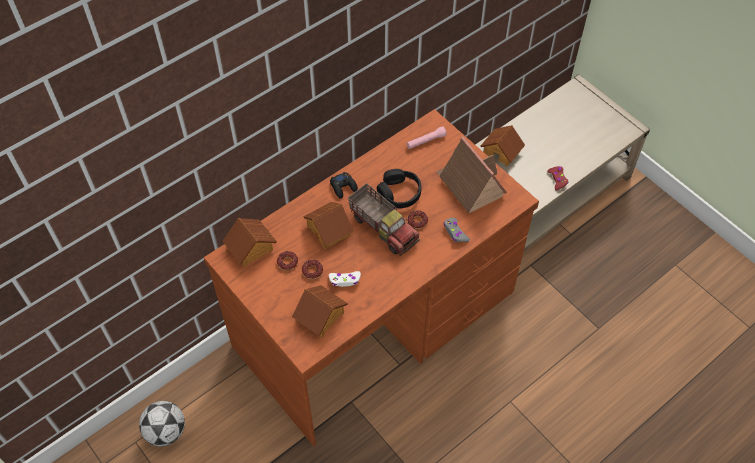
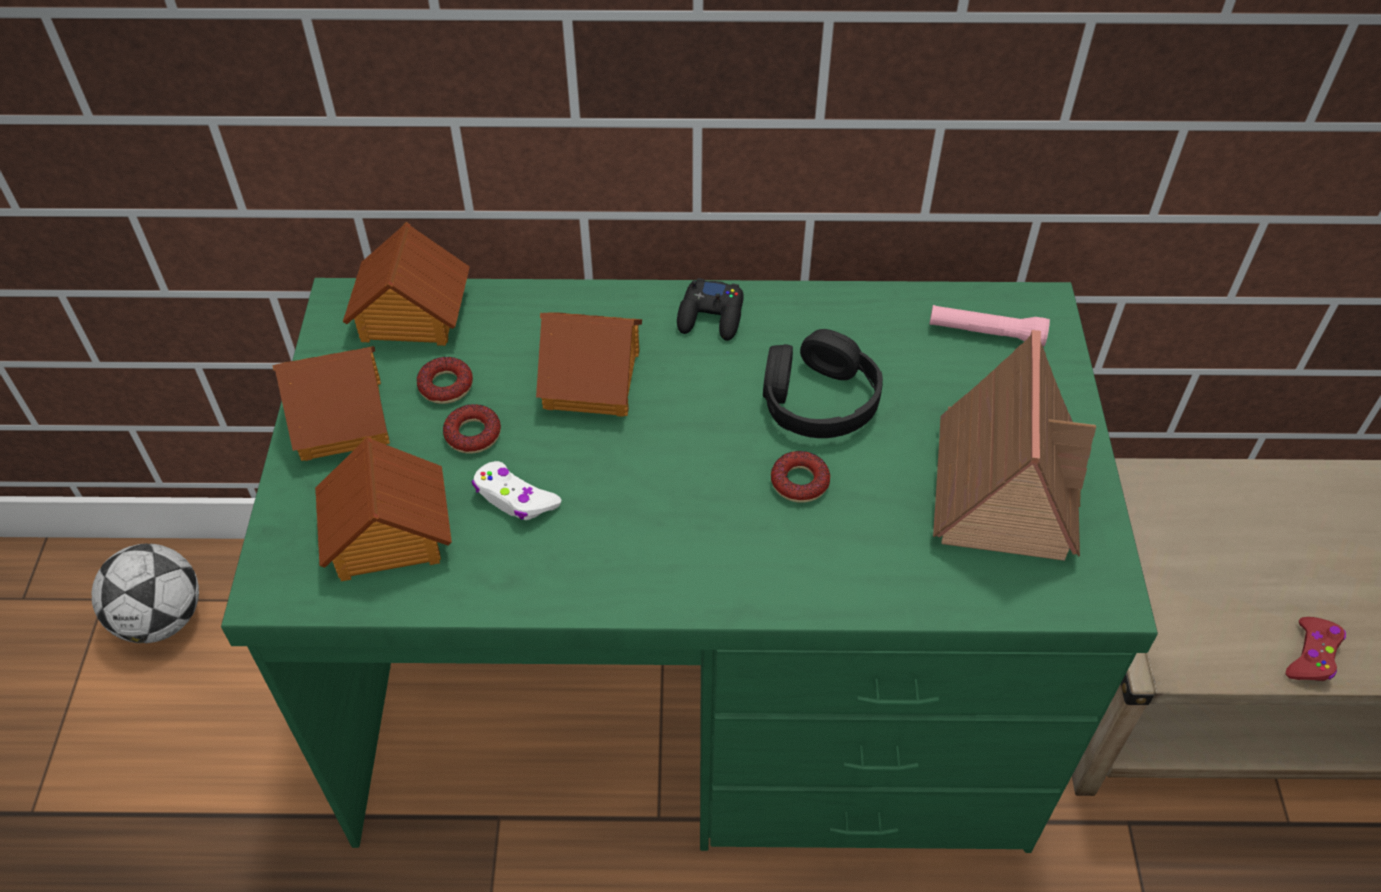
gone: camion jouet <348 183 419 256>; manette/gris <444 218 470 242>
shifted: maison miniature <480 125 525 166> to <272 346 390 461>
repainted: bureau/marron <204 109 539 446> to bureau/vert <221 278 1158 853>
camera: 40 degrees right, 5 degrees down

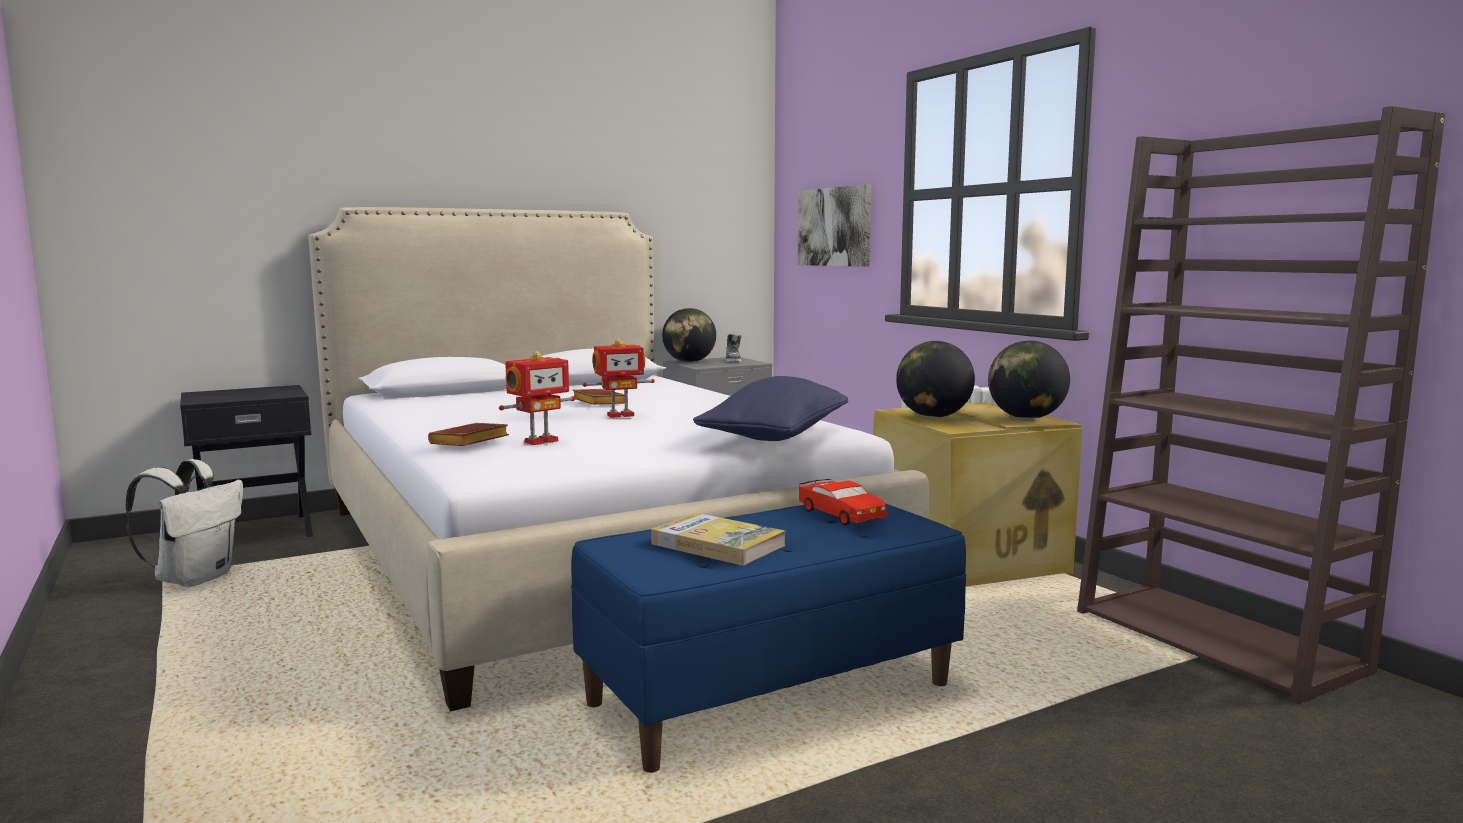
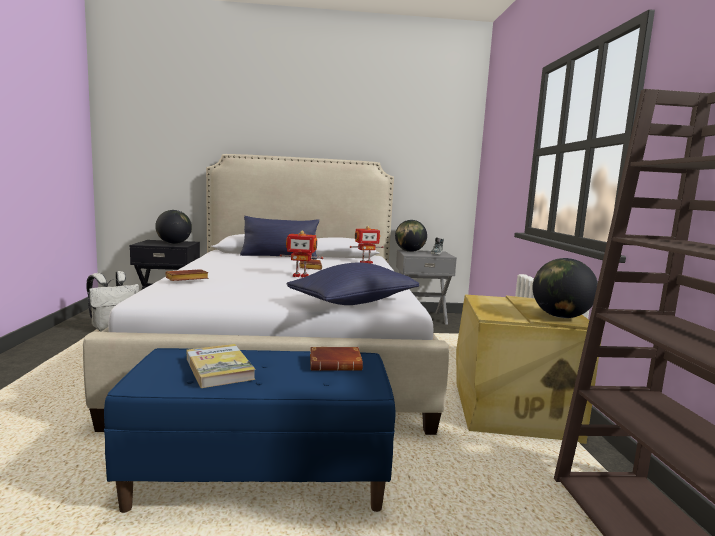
gone: tableau <798 184 871 267>
new: coussin/bleu <240 216 319 259>
shifted: globe <896 341 975 418> to <155 210 192 244>; robot jouet <499 351 575 445> to <350 226 383 264>
swapped: petite voiture/rouge <799 479 888 525> to livre/marron <310 347 363 371>
camera: 25 degrees right, 0 degrees up

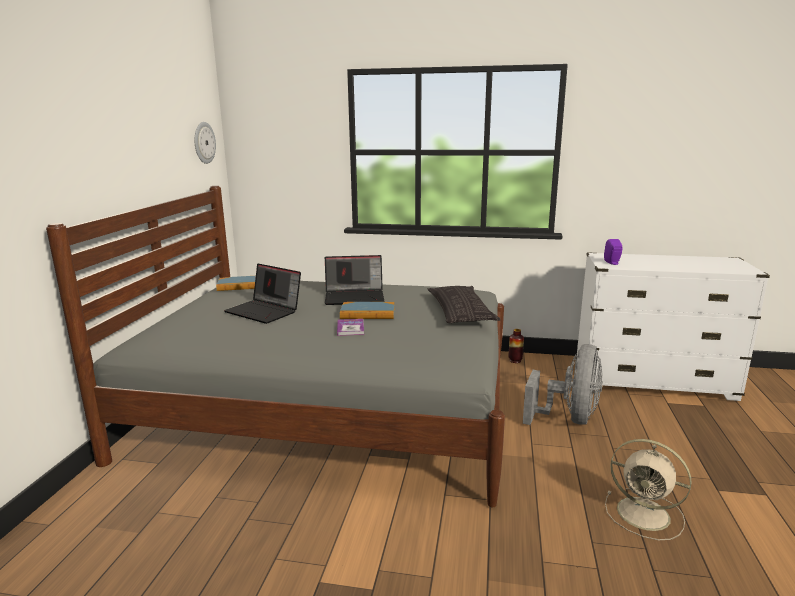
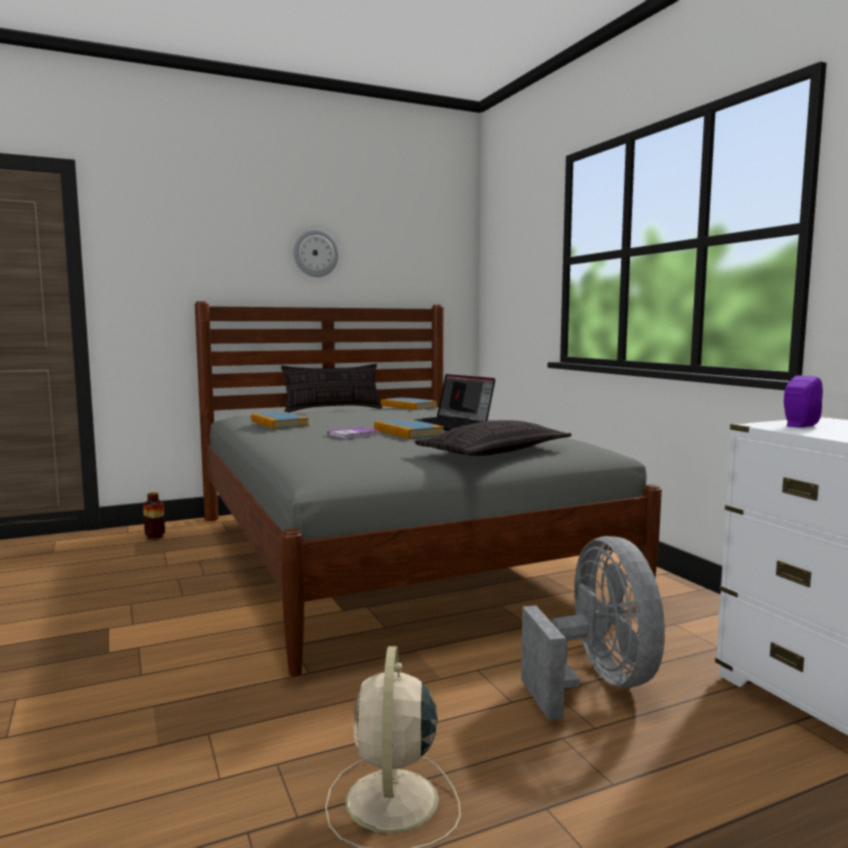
gone: ordinateur portable <224 264 301 324>
new: coussin <281 363 382 413>; livre <251 412 309 429>
shifted: horloge murale <195 122 216 164> to <294 230 339 277>; vase <509 329 524 363> to <143 492 165 540>
rotated: ventilateur/gris <523 344 603 425> = <521 536 665 720> 90 degrees counterclockwise
camera: 55 degrees right, 10 degrees down

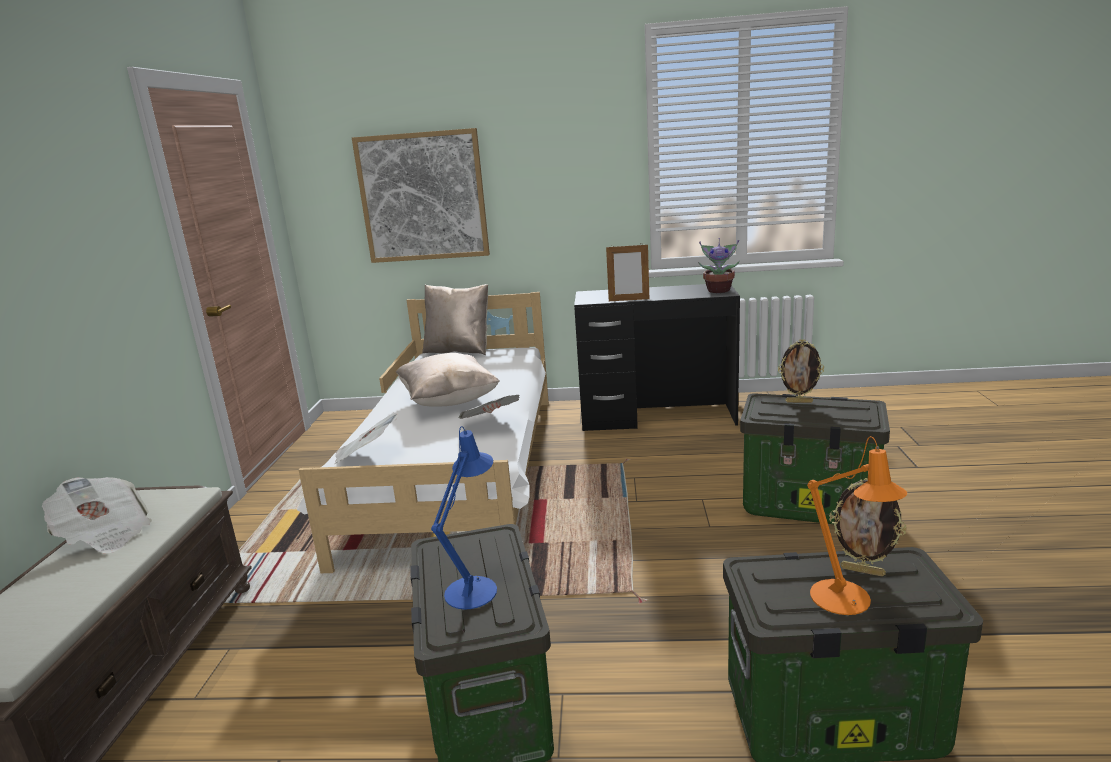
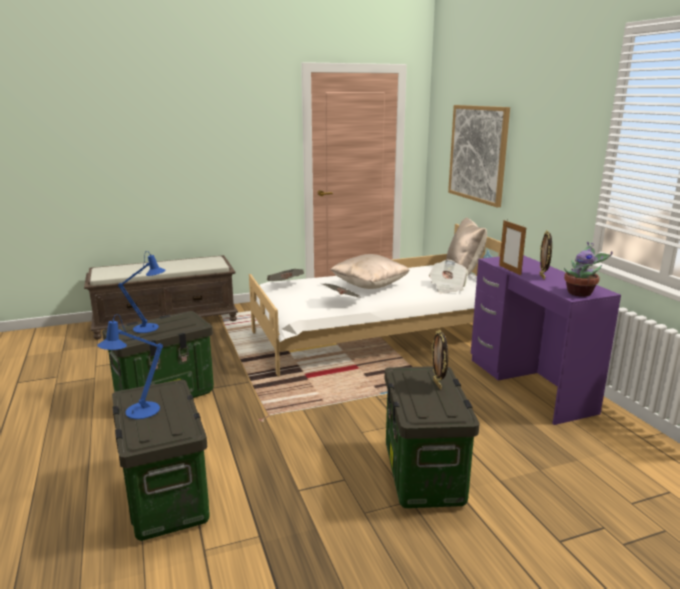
shifted: journal <42 477 152 554> to <429 260 469 294>; cadre photo <829 478 906 577> to <539 230 552 280>
repainted: bureau/noir <574 284 740 431> to bureau/violet <471 255 621 425>; lampe de table/orange <807 436 907 615> to lampe de table/bleu <97 314 163 419>
camera: 65 degrees right, 0 degrees up

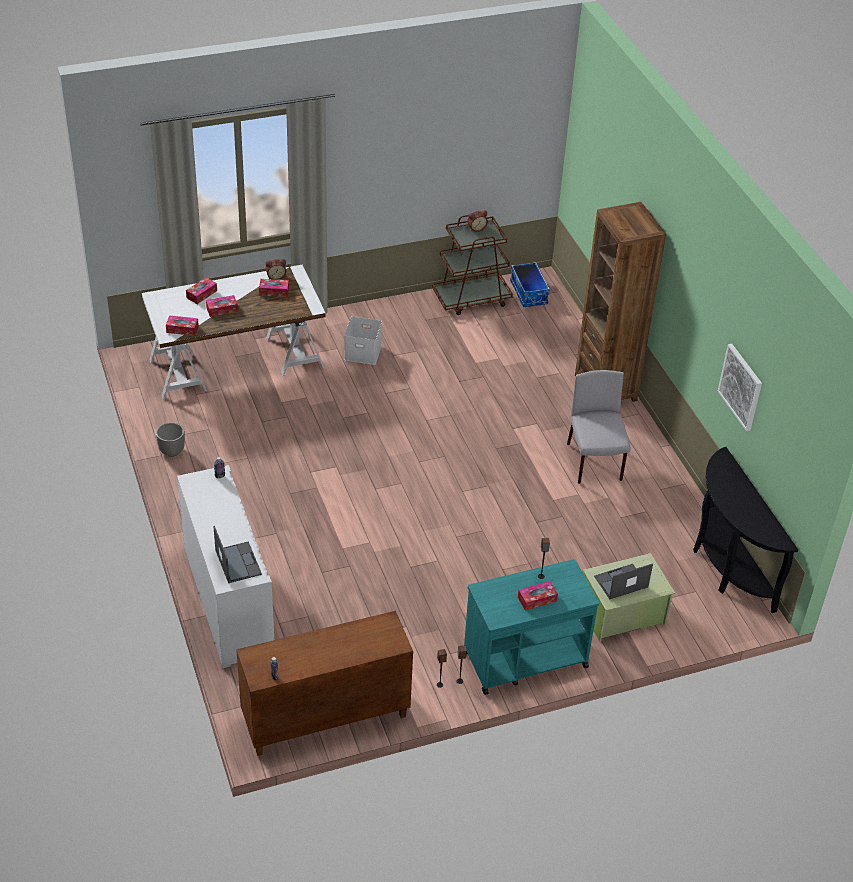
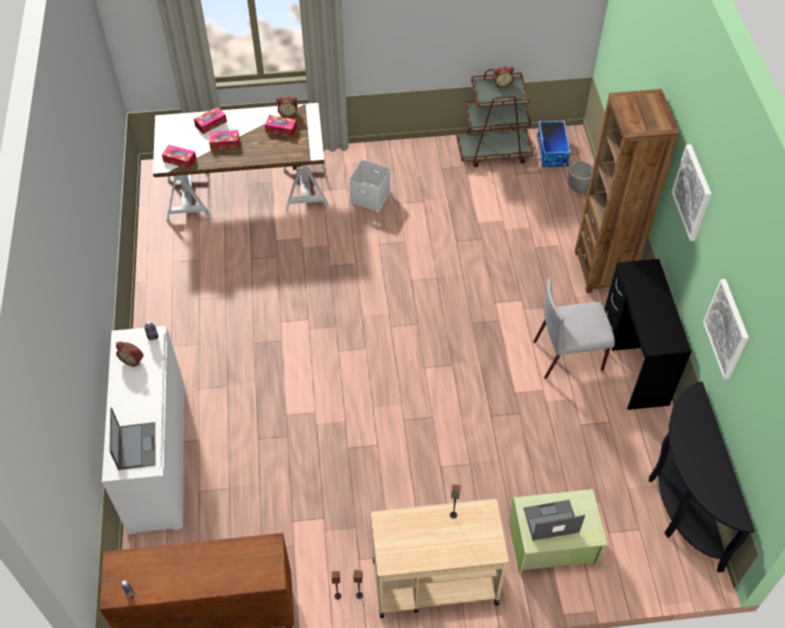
gone: boîte à mouchoirs <518 581 558 611>
new: tableau <672 144 712 241>; bureau/noir <604 259 692 410>; réveil <116 342 143 367>
shifted: cache-pot <156 422 185 457> to <568 161 593 193>
repainted: chariot/turquoise <464 559 599 695> to chariot/beige <371 499 509 618>
rotated: chaise/gris <567 370 631 484> = <533 279 615 379> 105 degrees counterclockwise
camera: 15 degrees right, 10 degrees up

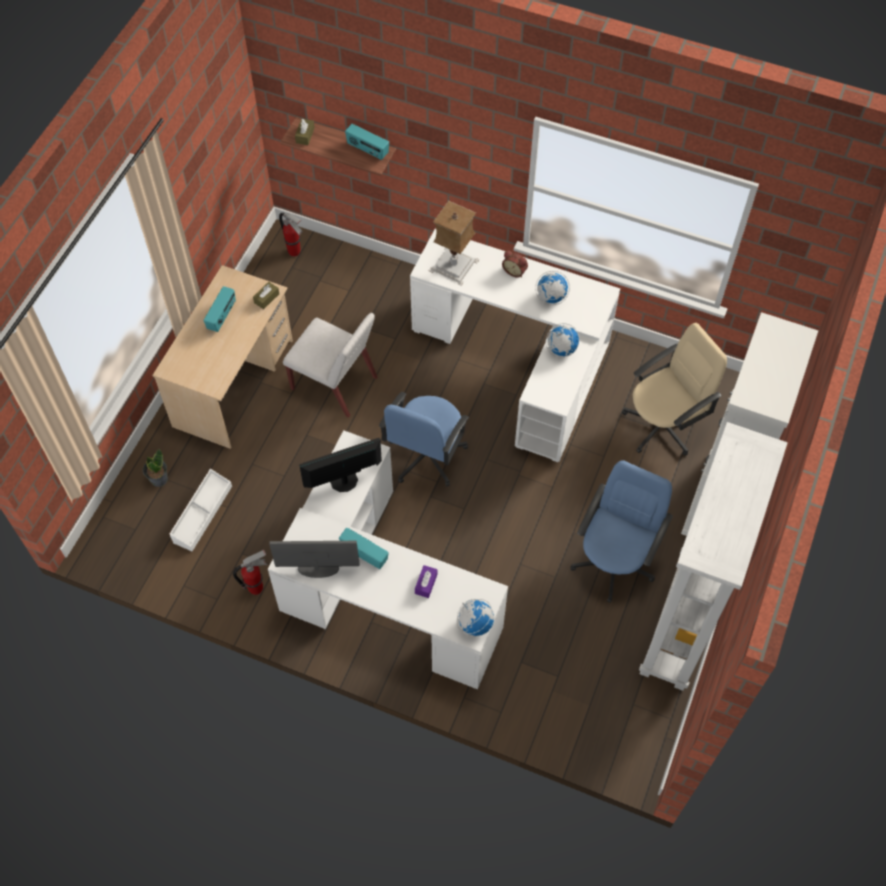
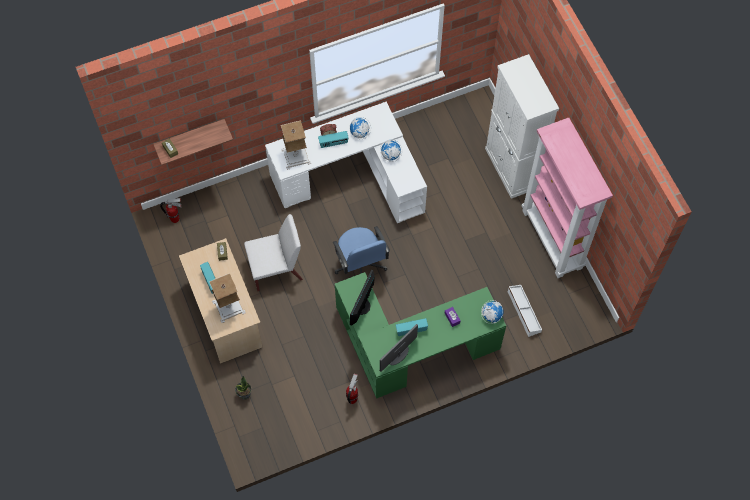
gone: chaise de bureau/beige <622 323 727 456>; chaise de bureau/bleu <570 460 673 603>
new: lampe de table <209 273 246 323>
shifted: radio <345 124 389 160> to <318 131 349 148>; boîte de rangement/blanc <169 469 232 552> to <508 285 542 337>
repainted: bibliothèque/blanc <639 422 788 691> to bibliothèque/rose <522 118 613 278>; bureau/blanc <268 430 508 689> to bureau/vert <335 272 506 399>
camera: 45 degrees left, 5 degrees up

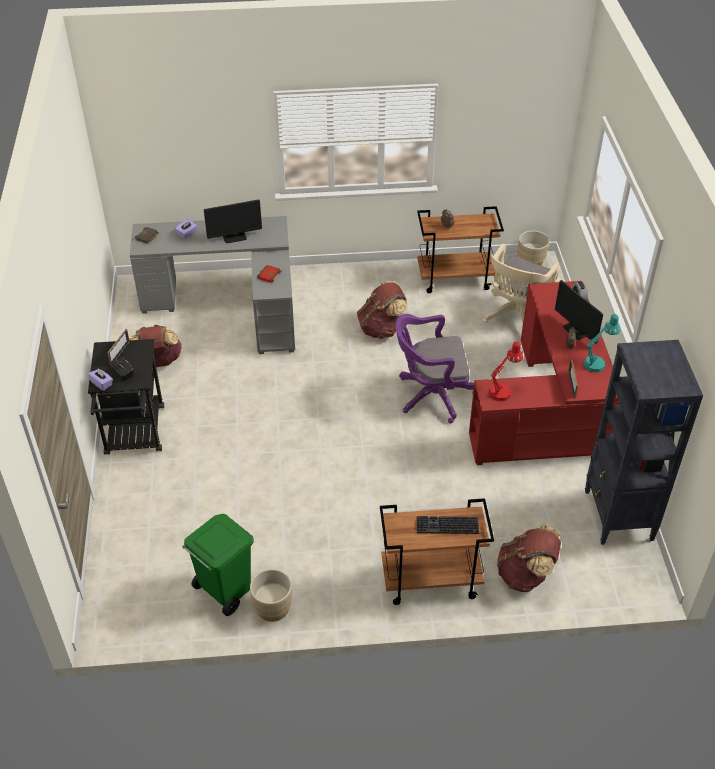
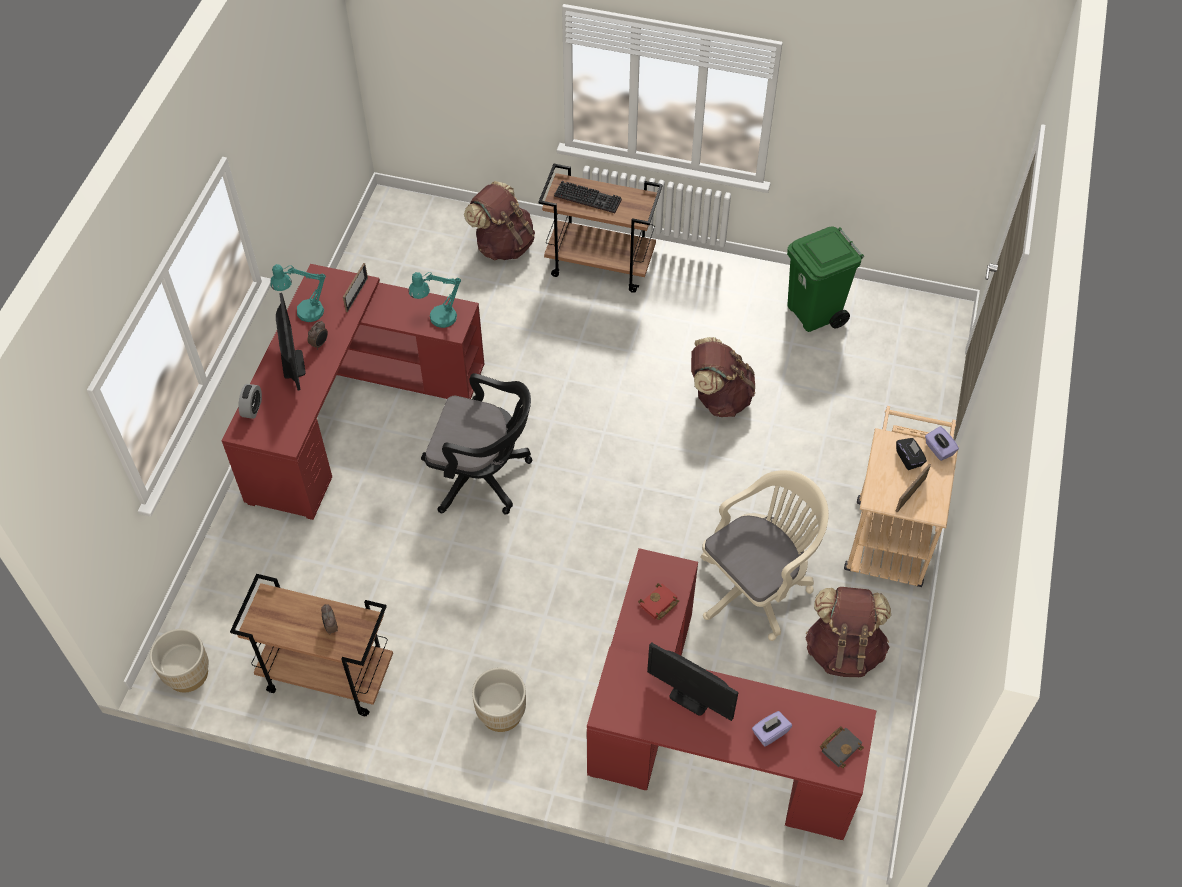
gone: bibliothèque/noir <585 340 703 545>
shifted: chaise de bureau/beige <483 244 559 323> to <700 470 829 641>; sac à dos/marron <357 281 408 339> to <691 337 755 417>; cache-pot/beige <250 569 292 622> to <472 668 526 732>
repainted: bureau/gris <130 216 295 354> to bureau/rouge <587 548 876 840>; chaise de bureau/violet <395 314 474 423> to chaise de bureau/noir <421 373 532 515>; chariot/noir <88 339 164 454> to chariot/beige <844 406 958 587>; lampe de table/rouge <490 341 523 401> to lampe de table/turquoise <408 272 461 328>
rotated: écran d'ordinateur <204 199 262 243> = <647 642 738 721> 150 degrees counterclockwise
camera: 160 degrees left, 10 degrees up

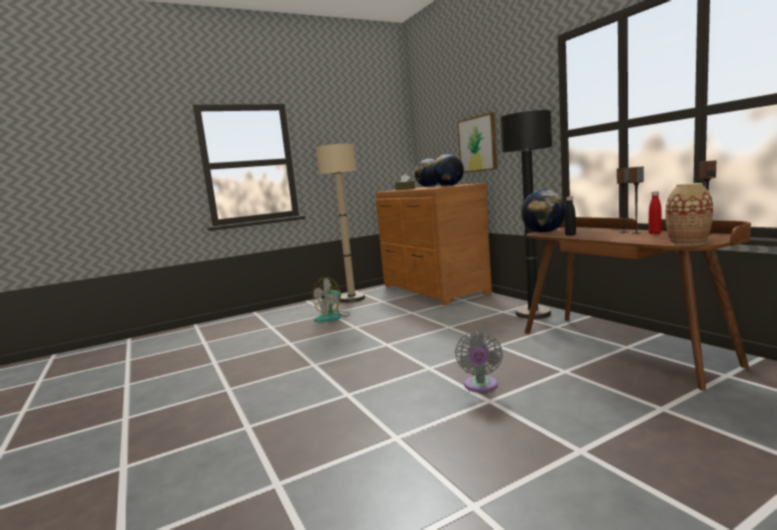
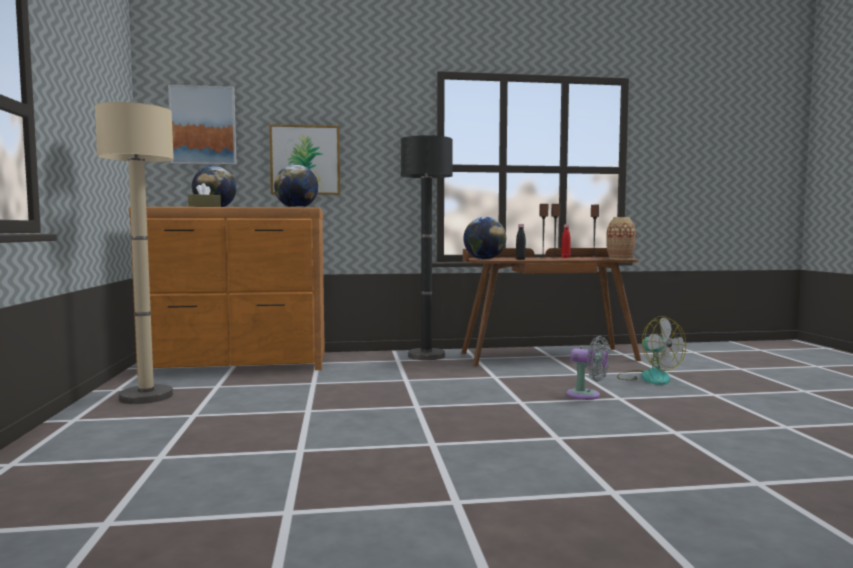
new: tableau <168 85 236 165>
shifted: ventilateur <312 277 350 322> to <617 316 686 385>
camera: 70 degrees left, 5 degrees down

